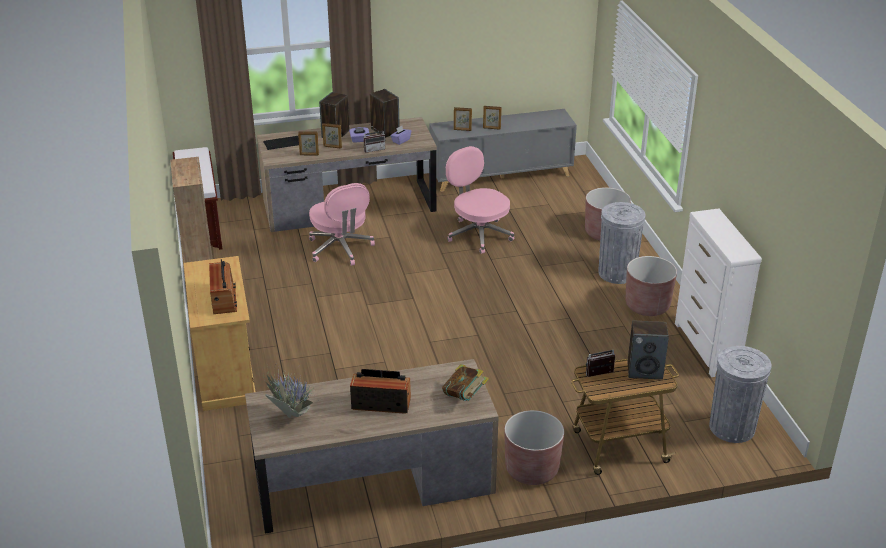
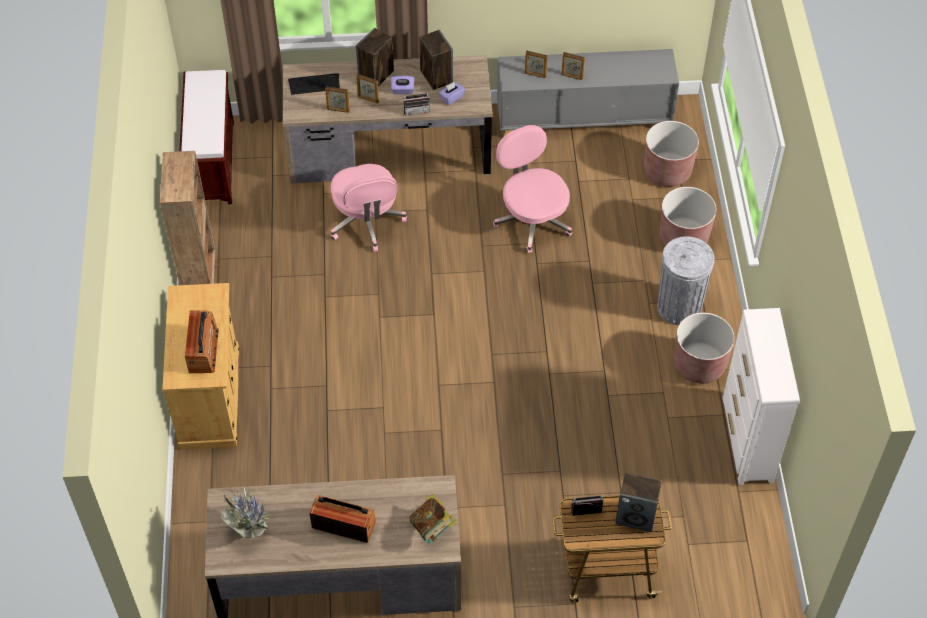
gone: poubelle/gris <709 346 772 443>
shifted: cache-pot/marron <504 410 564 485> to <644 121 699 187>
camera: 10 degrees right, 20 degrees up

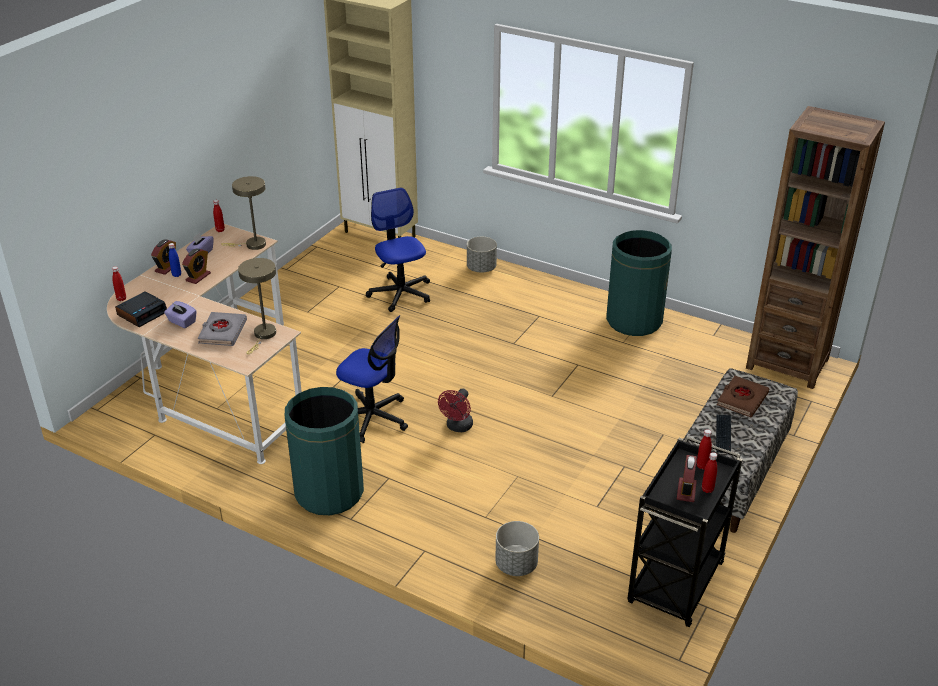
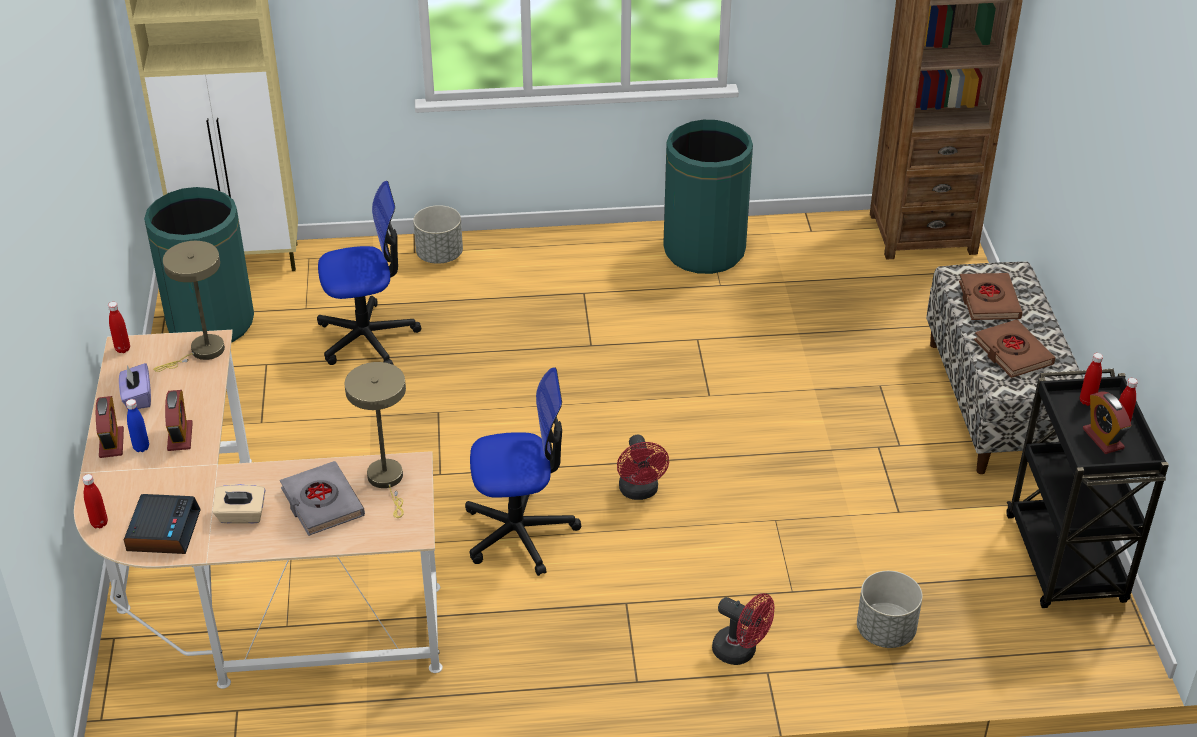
new: ventilateur/rouge <712 593 774 665>
shifted: poubelle/vert <285 387 364 515> to <144 187 254 343>
swapped: clavier <716 415 731 453> to livre/marron <974 319 1056 378>
repainted: boîte à mouchoirs/violet <164 301 197 328> to boîte à mouchoirs/beige <213 484 265 524>
rotated: chaise de bureau <366 188 430 312> = <317 181 421 365> 135 degrees clockwise
camera: 35 degrees left, 5 degrees up

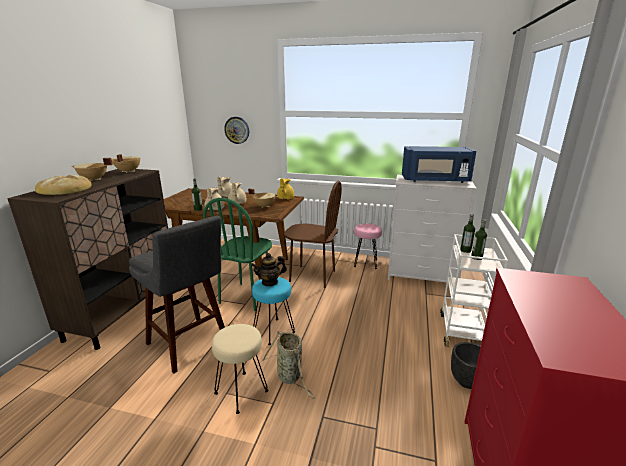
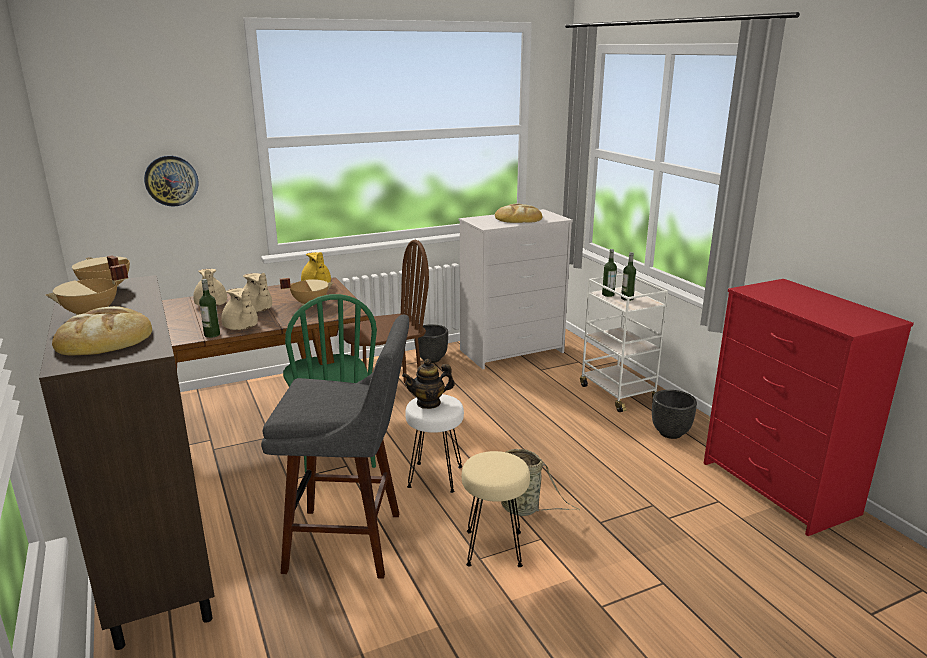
swapped: micro-ondes/bleu <402 146 476 183> to pain <495 203 542 223>; tabouret/rose <354 224 382 269> to cache-pot/noir <414 324 448 363>
repainted: tabouret/turquoise <252 277 295 345> to tabouret/blanc <405 394 464 493>
rotated: théière <251 253 287 286> = <402 359 455 409> 45 degrees clockwise
camera: 40 degrees left, 0 degrees up

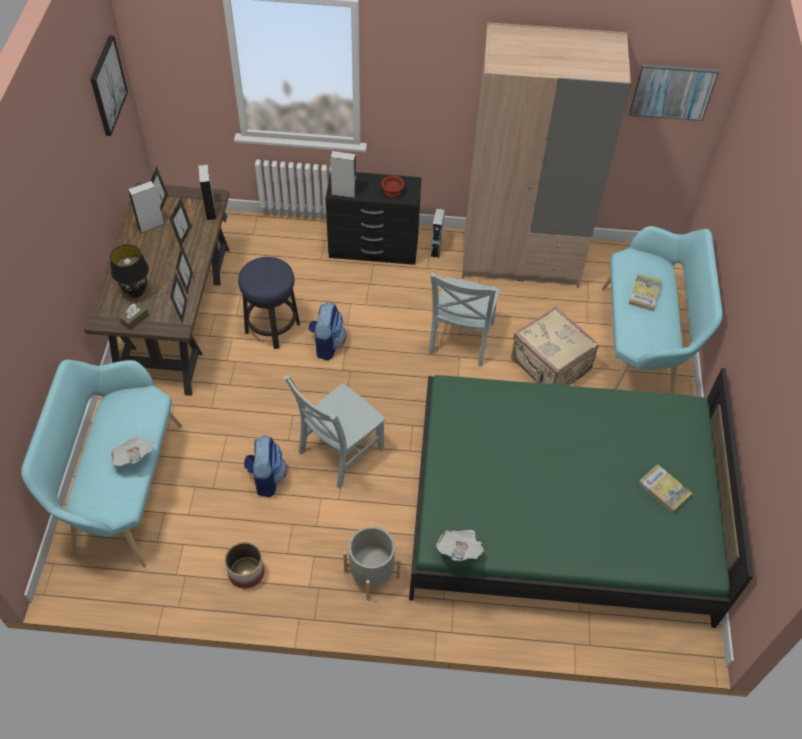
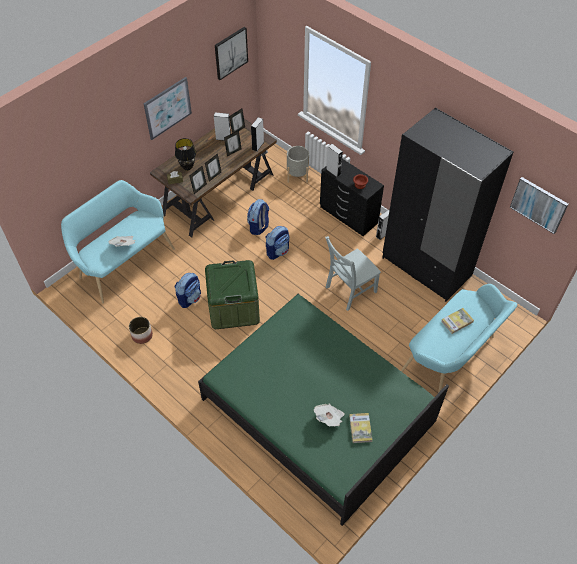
gone: valise/beige <511 307 599 386>
new: tableau <143 77 192 140>
shifted: cache-pot/gris <343 526 401 600> to <287 146 309 183>; journal <436 530 484 561> to <314 404 345 426>
swapped: tabouret <238 257 300 349> to sac à dos <247 199 269 235>; chaise/gris <284 375 386 488> to boîte de rangement/vert <205 260 260 329>
repainted: armoire/beige <462 22 631 288> to armoire/noir <382 108 513 302>
camera: 40 degrees right, 0 degrees up

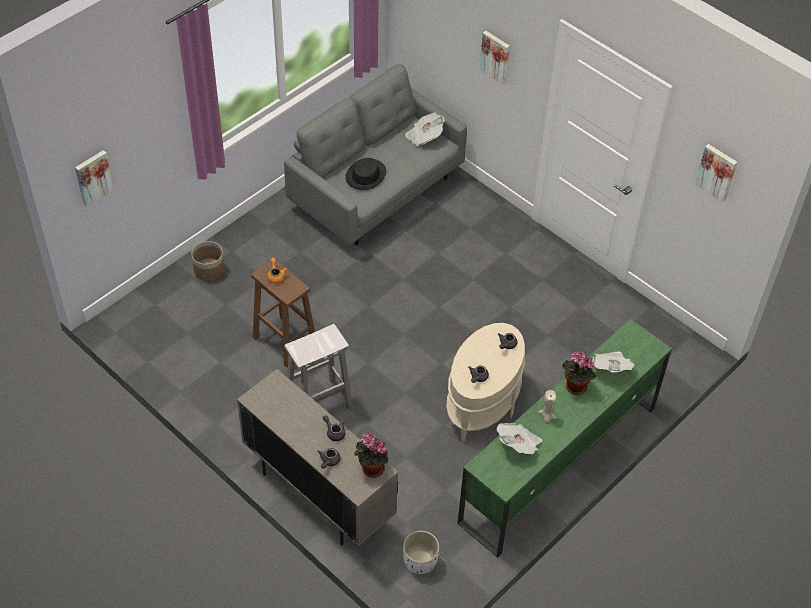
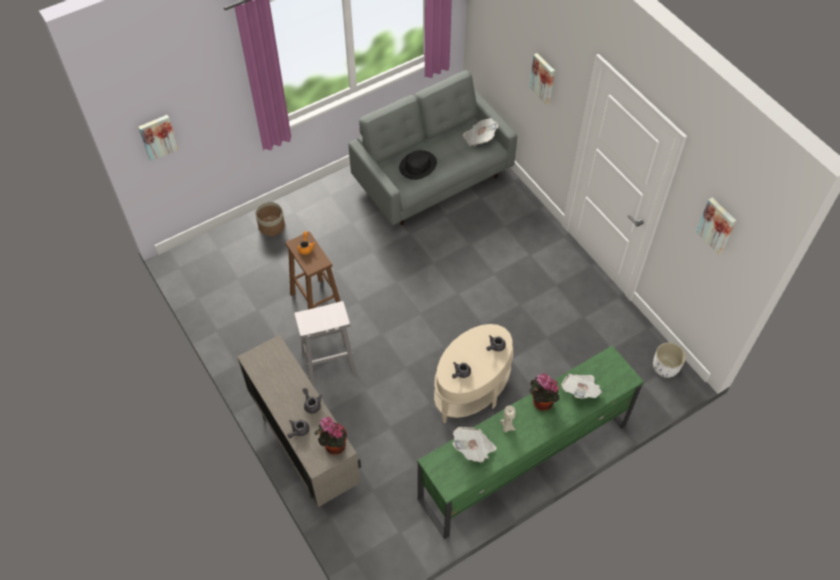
shifted: cache-pot/blanc <403 531 439 574> to <653 343 686 378>
camera: 15 degrees right, 5 degrees up

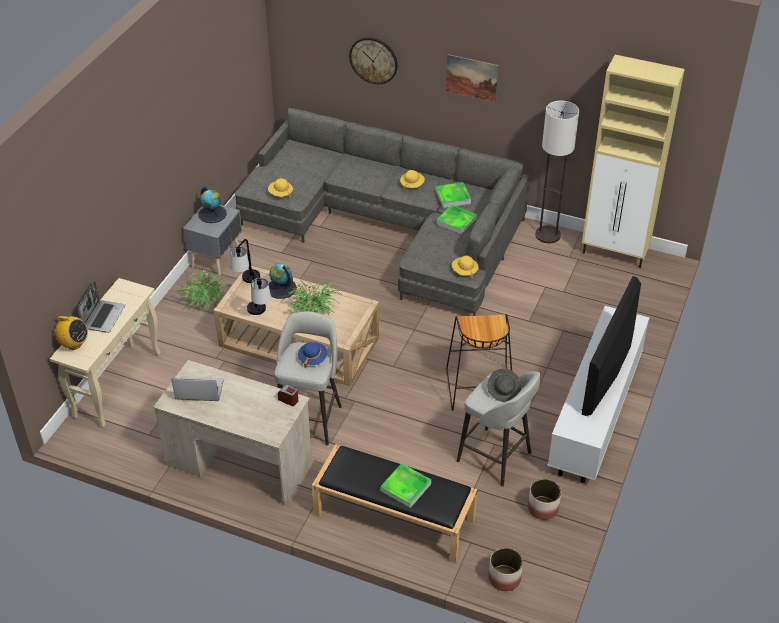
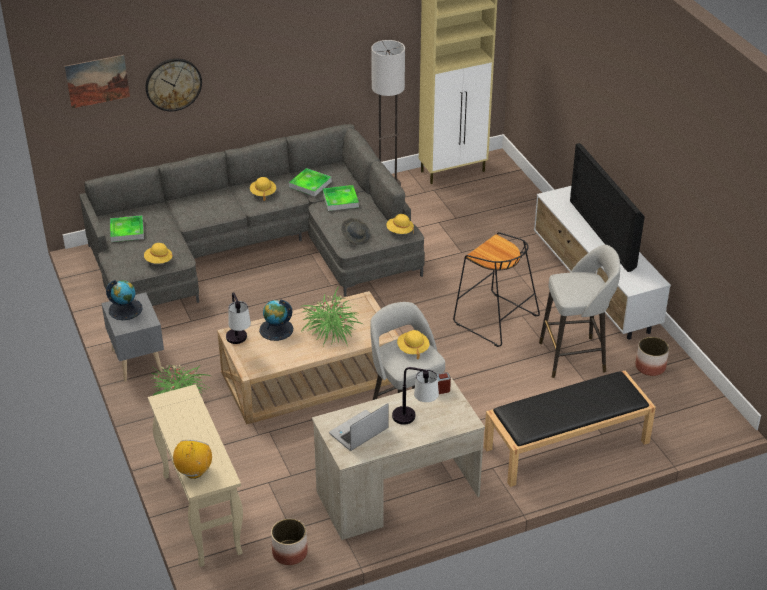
gone: ordinateur portable <78 281 125 333>
shifted: tableau <446 54 499 103> to <65 55 130 109>; lampe de table <247 270 271 315> to <392 367 439 425>; chapeau/gris <487 369 522 402> to <341 218 371 245>; plateau <380 463 431 508> to <110 215 144 242>; cache-pot <488 548 523 591> to <271 518 308 565>
repainted: chapeau/bleu <298 342 328 368> to chapeau/jaune <397 330 430 359>
rotated: radio <50 316 88 350> = <173 440 212 479> 60 degrees counterclockwise
camera: 45 degrees left, 5 degrees down

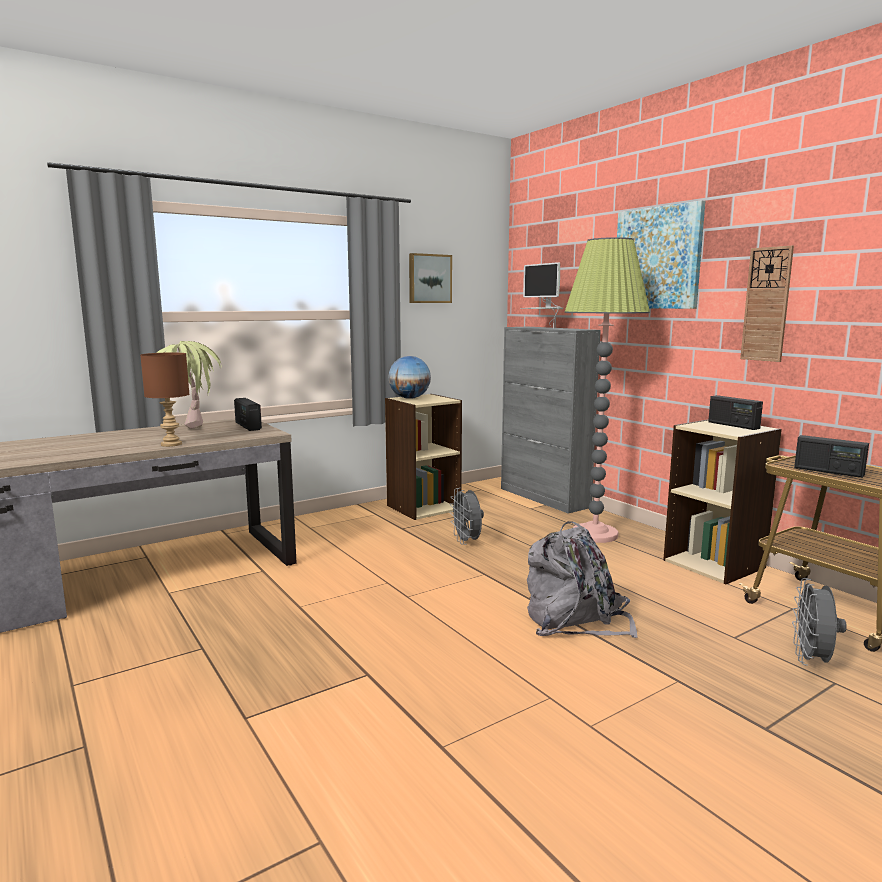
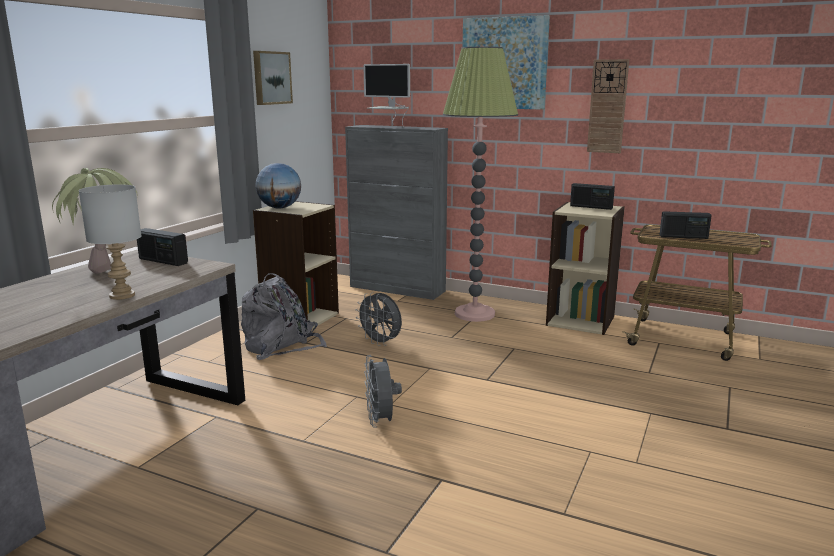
shifted: sac à dos/gris <527 521 638 638> to <241 273 327 360>; ventilateur/gris <792 578 847 666> to <364 355 402 428>
repainted: lampe de table/marron <140 352 189 447> to lampe de table/gris <79 184 142 300>
camera: 30 degrees left, 5 degrees up

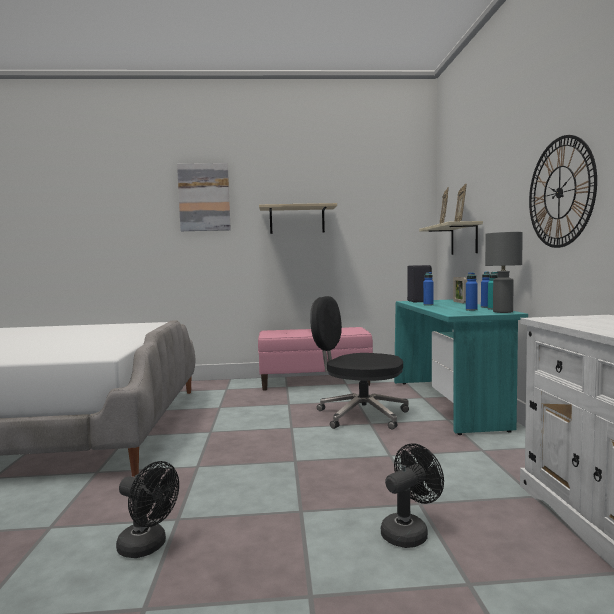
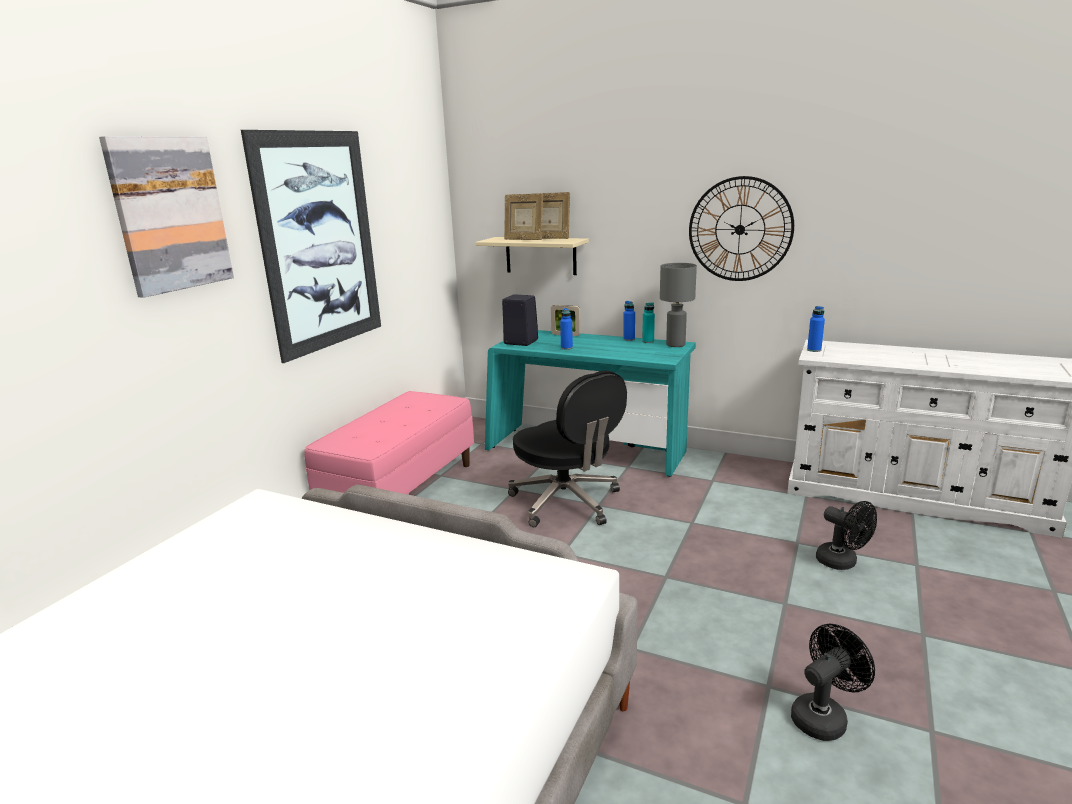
shifted: bouteille/bleu <466 272 478 311> to <807 306 825 352>
swapped: étagère/beige <259 203 337 234> to tableau <241 130 381 363>
rotated: chaise de bureau/noir <310 296 409 429> = <508 370 627 527> 90 degrees counterclockwise; ventilateur/noir <381 444 444 548> = <816 501 877 570> 150 degrees clockwise
camera: 60 degrees left, 15 degrees up

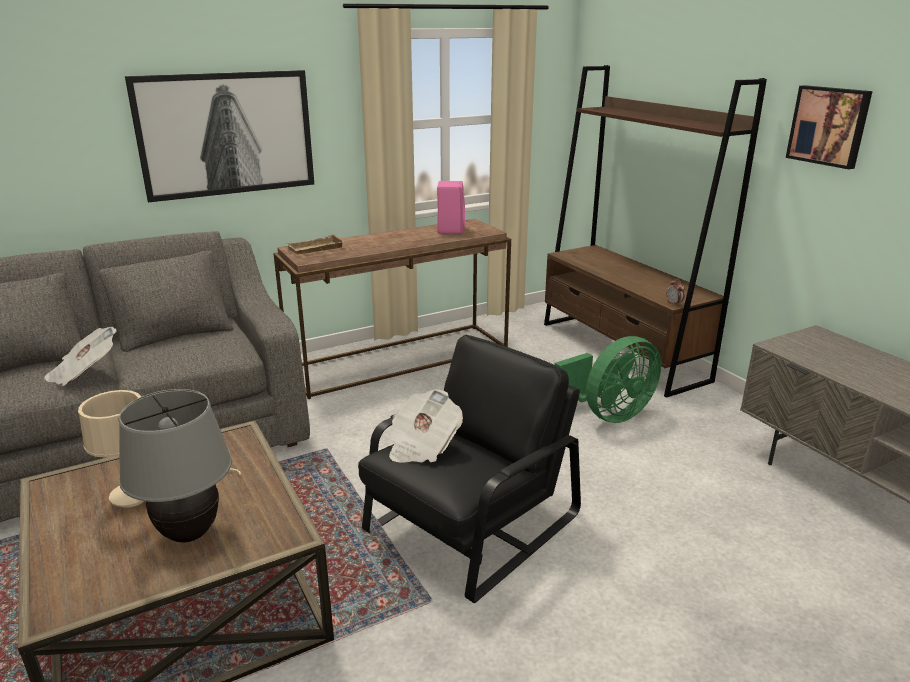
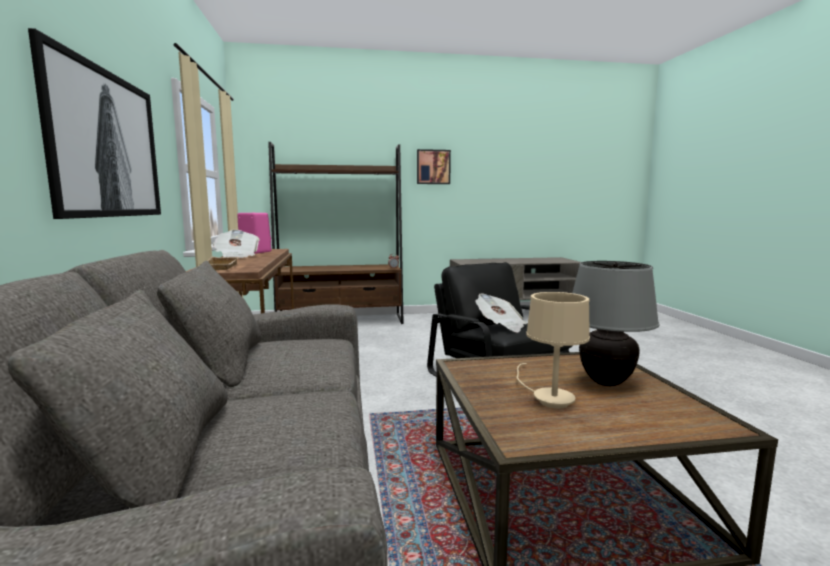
gone: ventilateur/vert <554 336 661 423>
shifted: journal <44 327 117 386> to <213 230 260 258>
camera: 70 degrees left, 15 degrees down

